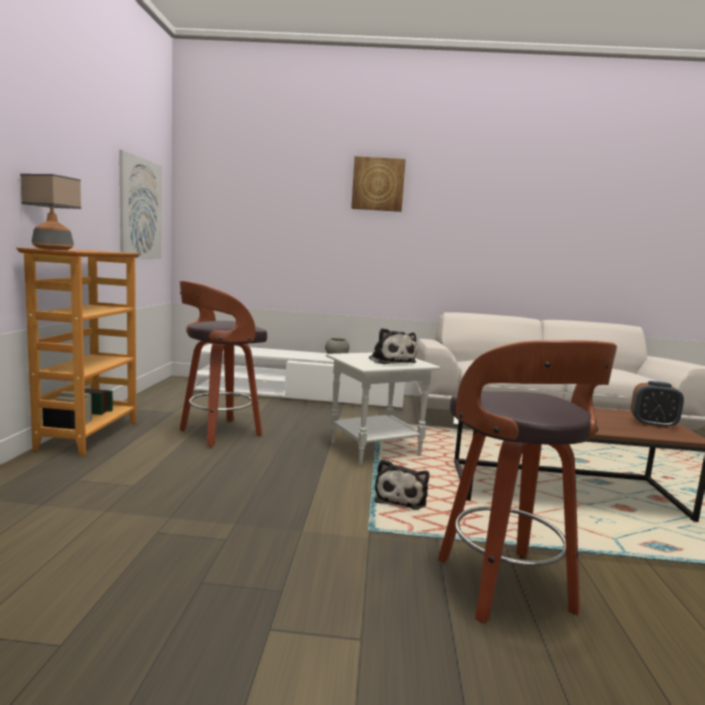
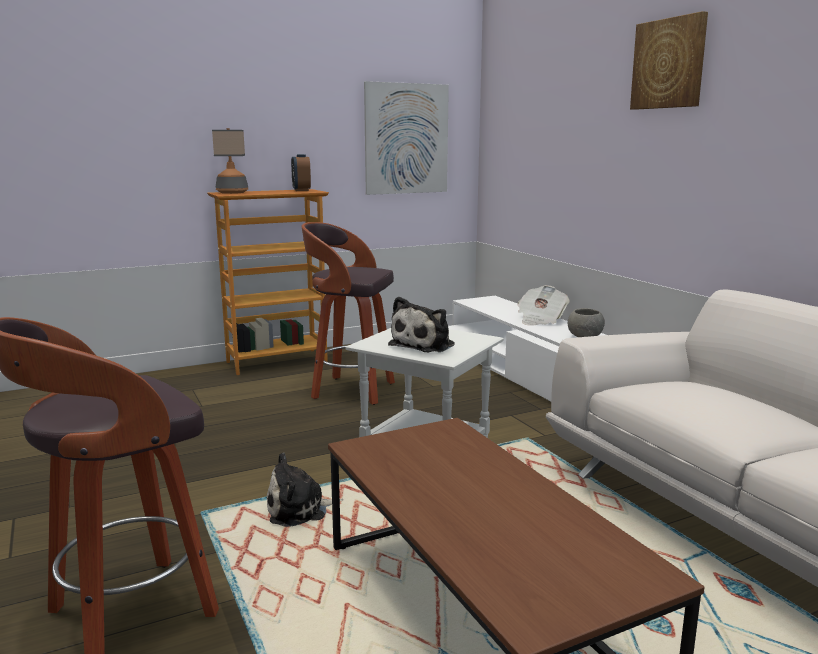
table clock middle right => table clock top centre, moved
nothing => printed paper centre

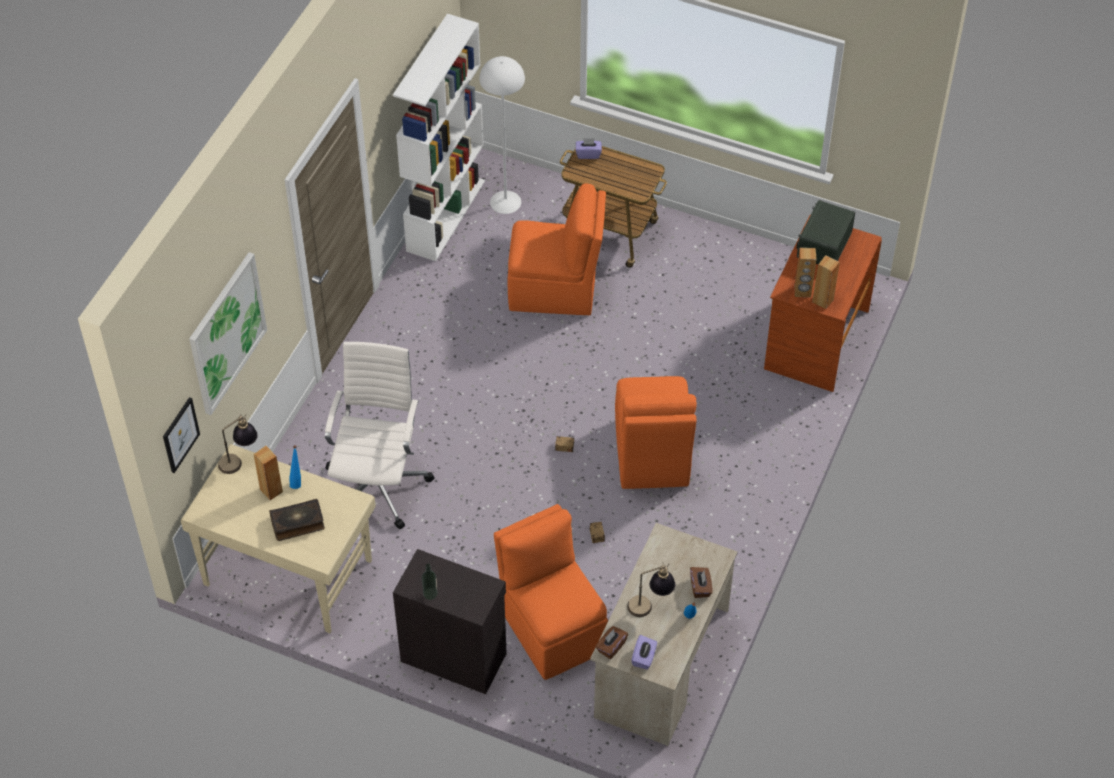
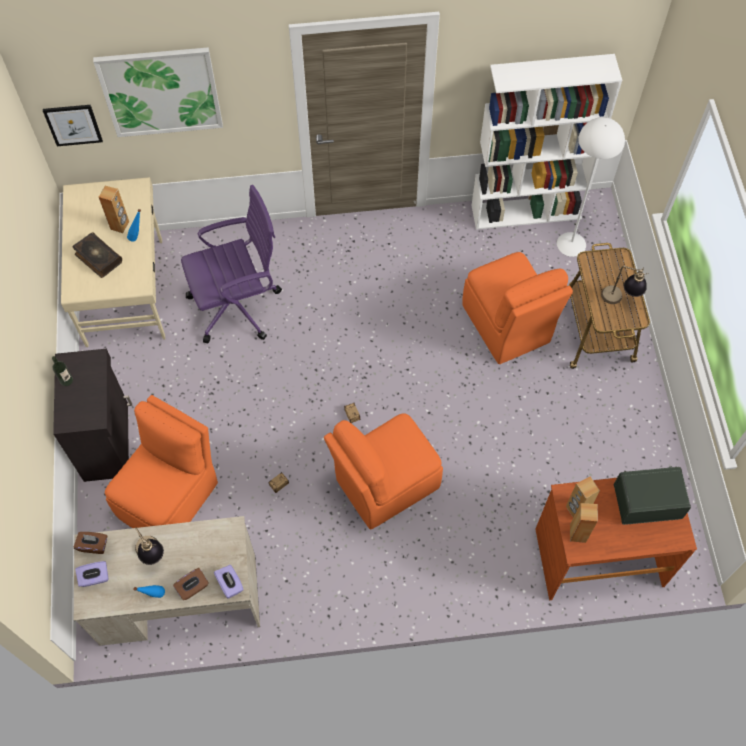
lamp for a table (1st from left in the first image) middle left => lamp for a table (2nd from left) middle right, moved
white-coloured desk chair centre => purple-coloured desk chair middle left
purple-coloured tissue box (1st from left in the first image) top centre => purple-coloured tissue box (2nd from left) bottom left, moved

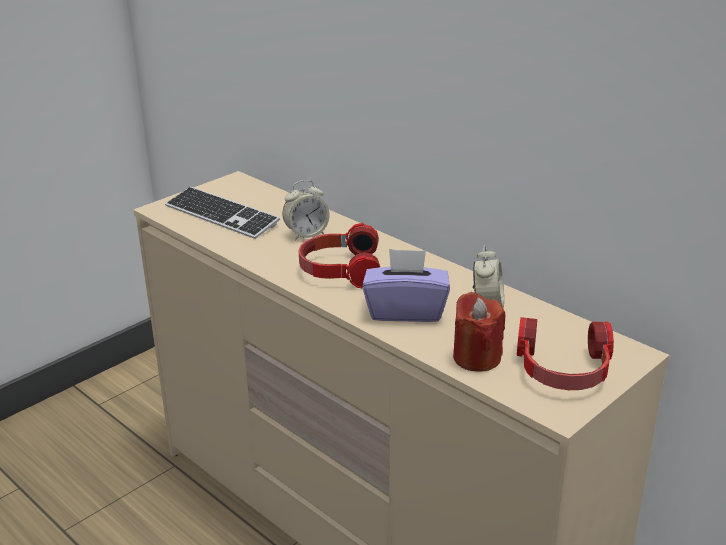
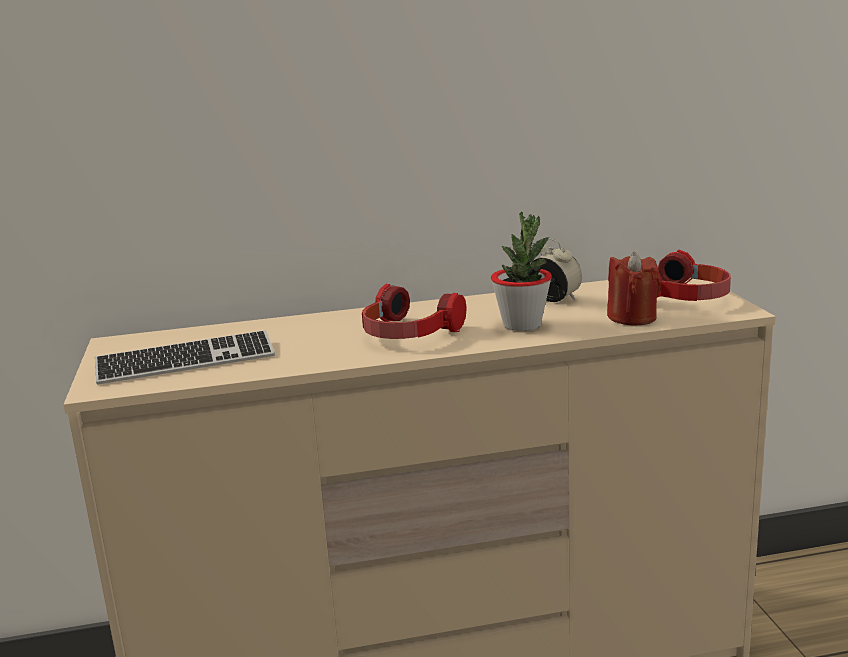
table clock (1st from left) centre => nothing
purple-coloured tissue box centre => potted plant centre

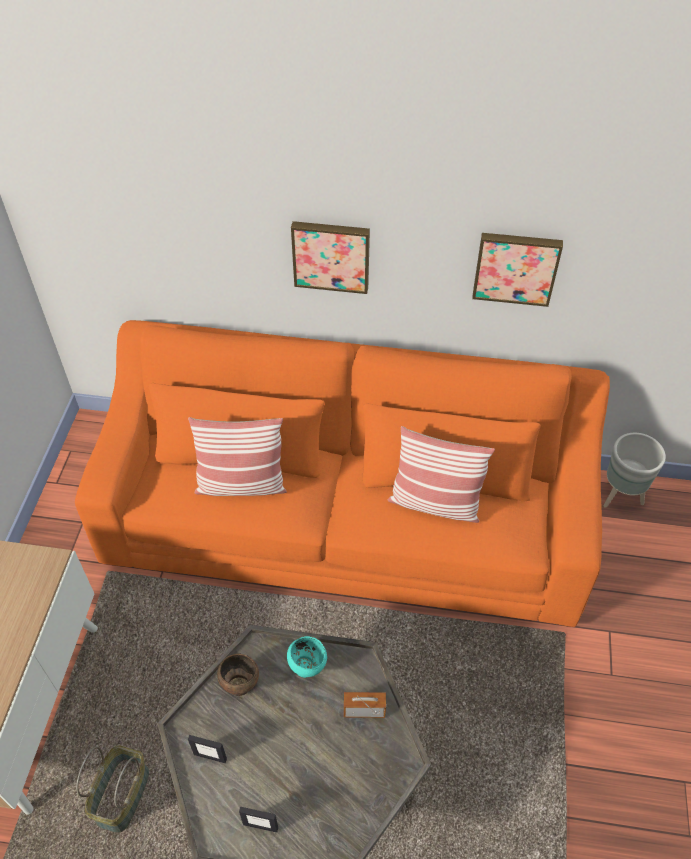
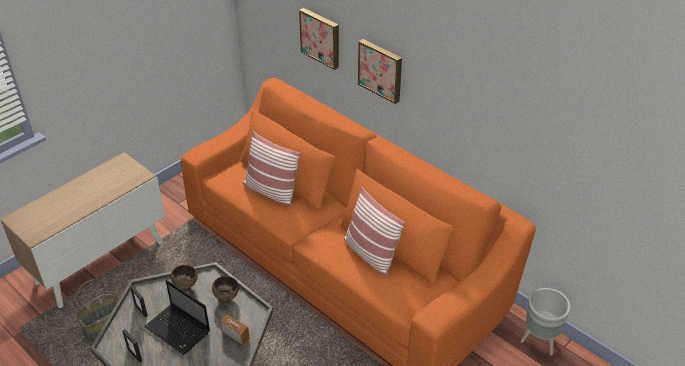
blue-green serving bowl bottom centre => brownish serving bowl (2nd from left) bottom left
wall art (2nd from left in the first image) top right => wall art (1st from left) top centre, moved
nothing => laptop bottom left

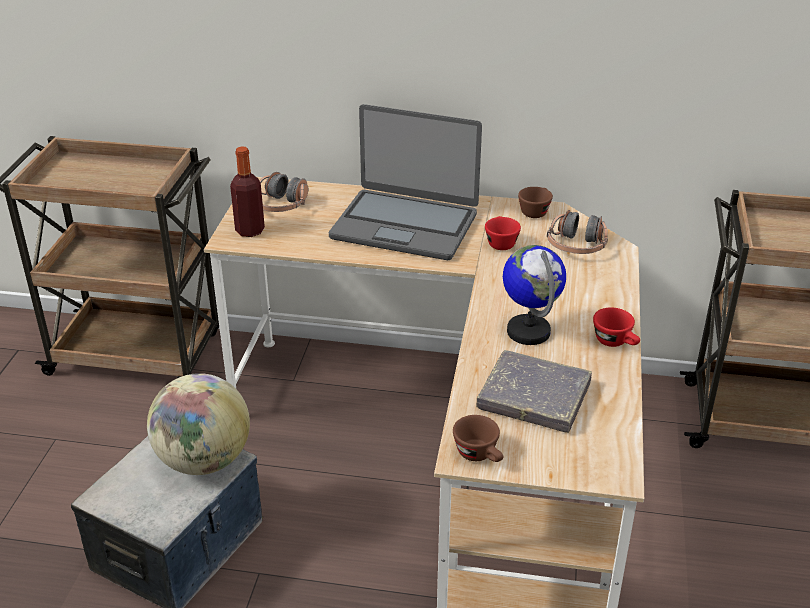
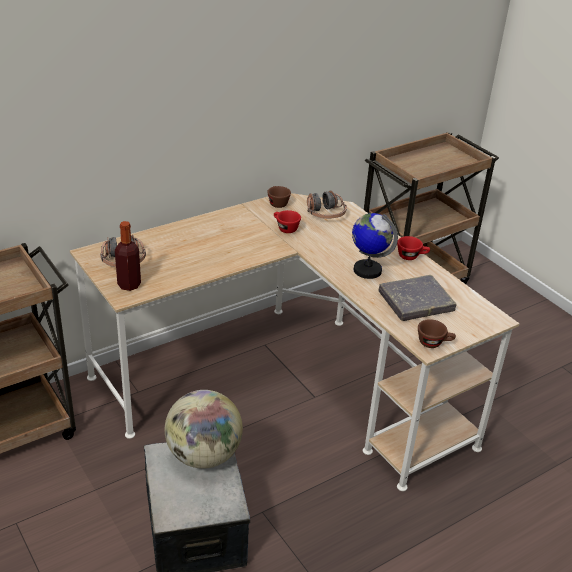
laptop top centre => nothing

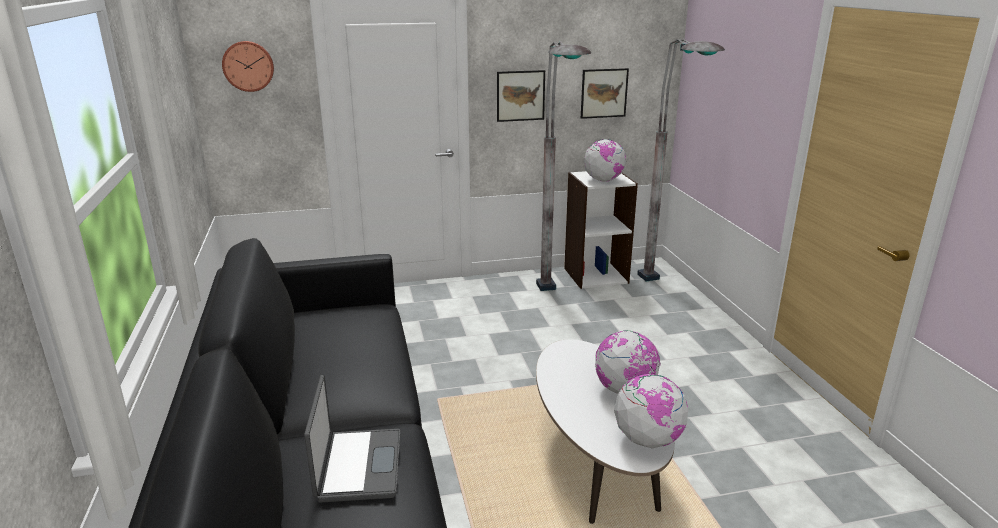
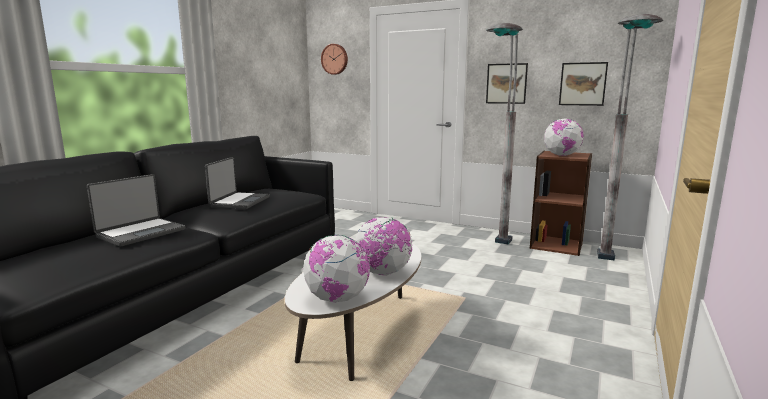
white-coloured shelving unit centre => brownish shelving unit middle right
nothing => laptop (2nd from left) middle left

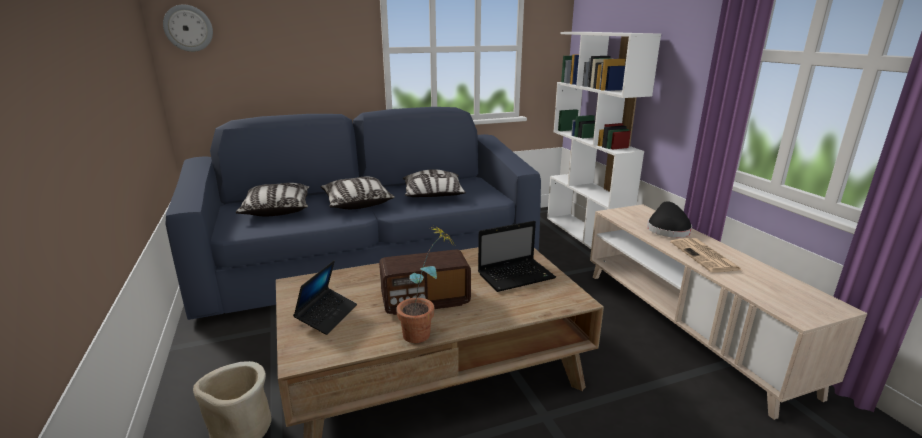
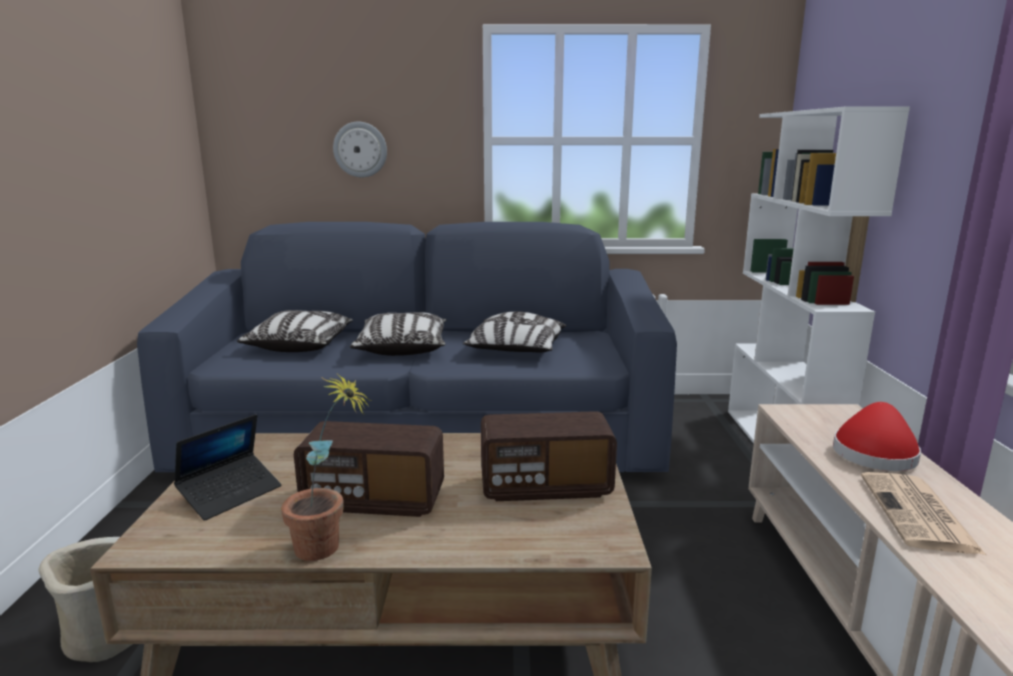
hanging clock top left => hanging clock top centre, moved
laptop (2nd from left) centre => radio receiver (2nd from left) bottom centre
blackish clothing hat middle right => reddish clothing hat middle right

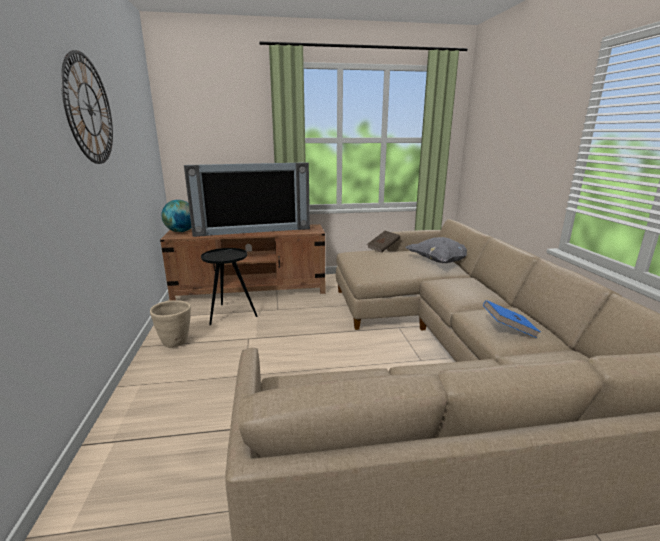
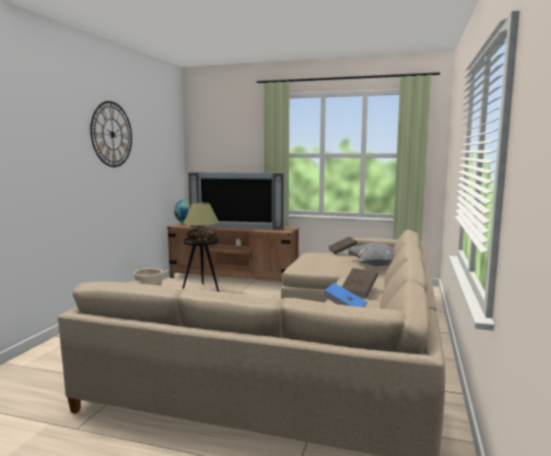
nothing => lamp for a table centre
nothing => brownish book (2nd from left) centre

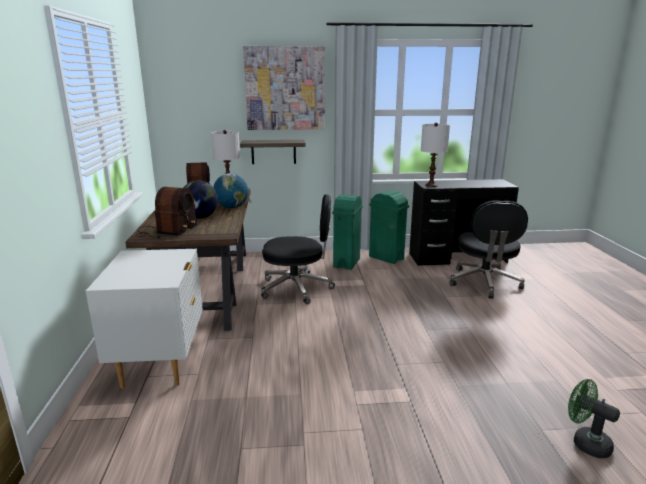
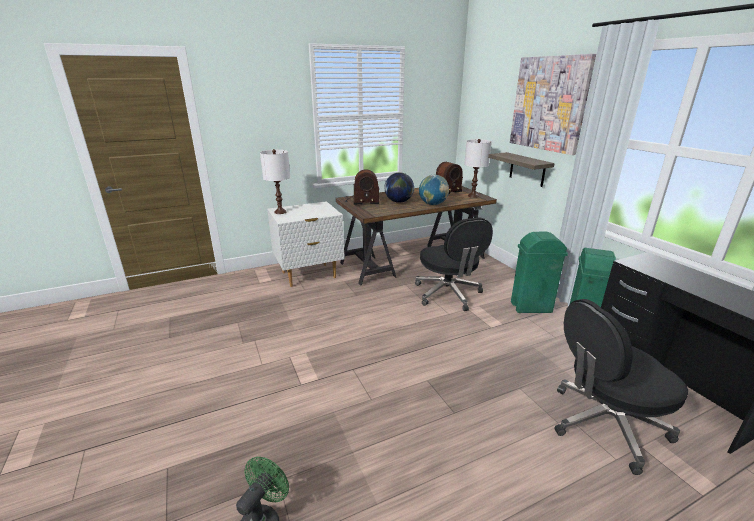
white-coloured lamp for a table (2nd from left in the first image) top right => white-coloured lamp for a table (1st from left) centre, moved

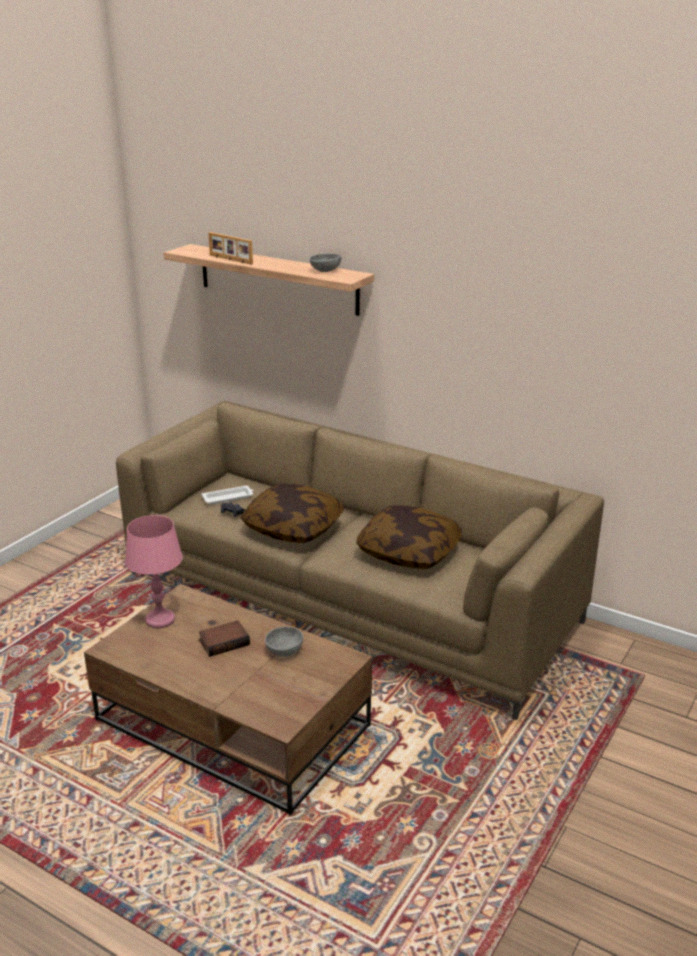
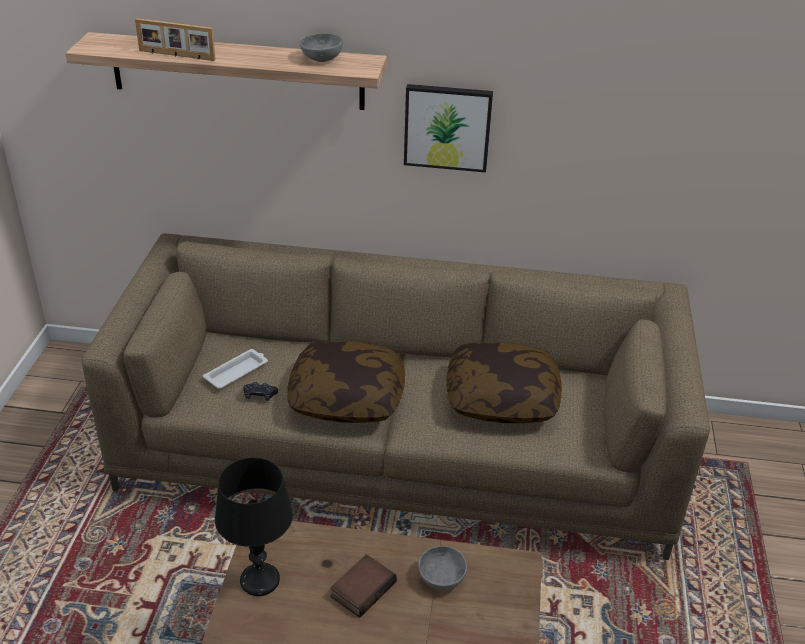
pinkish lamp for a table middle left => blackish lamp for a table bottom left
nothing => wall art top centre

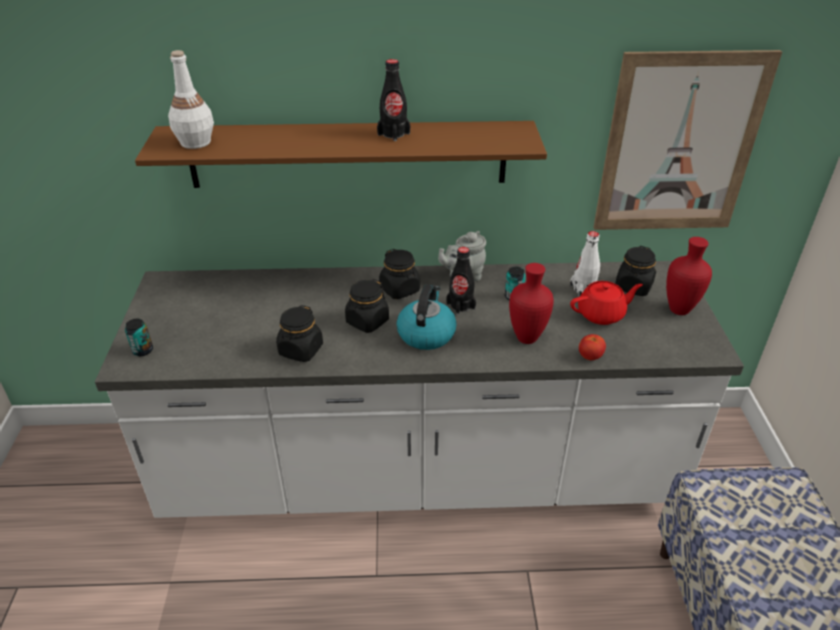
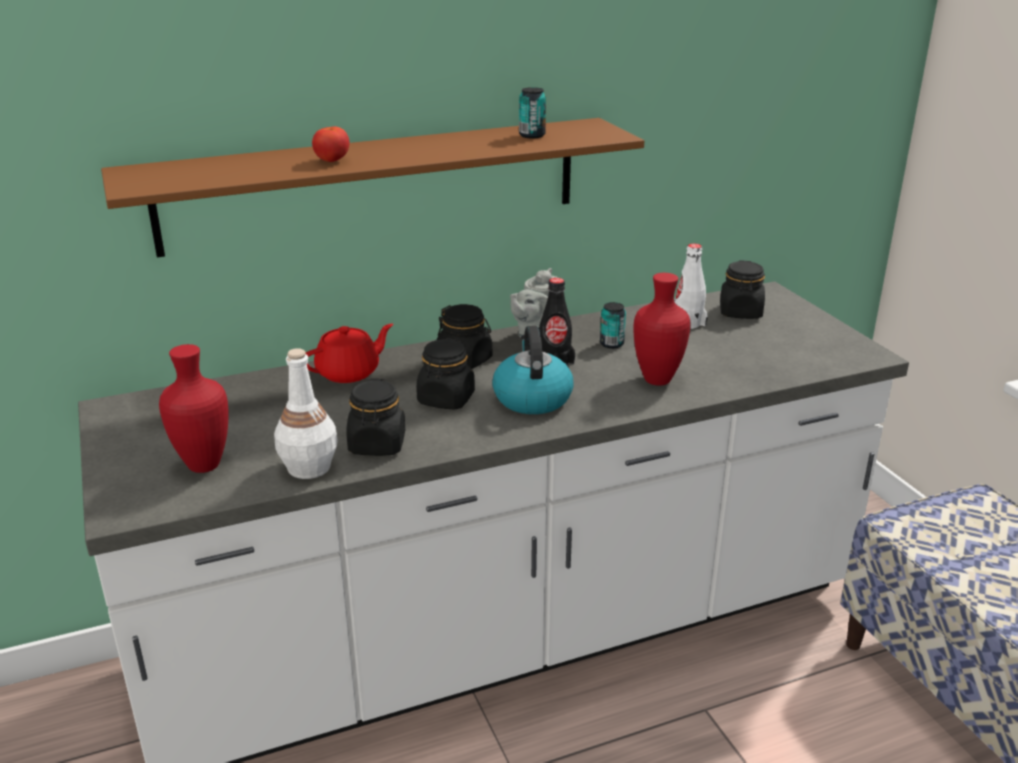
metal can (1st from left) middle left => metal can (1st from left) top centre, moved
white-coloured drink bottle (1st from left) top left => white-coloured drink bottle (1st from left) middle left, moved
blackish drink bottle (1st from left) top centre => nothing
reddish teapot middle right => reddish teapot centre, moved
tomato middle right => tomato top left, moved
wall art top right => nothing
reddish vase (2nd from left in the first image) middle right => reddish vase (1st from left) middle left, moved

